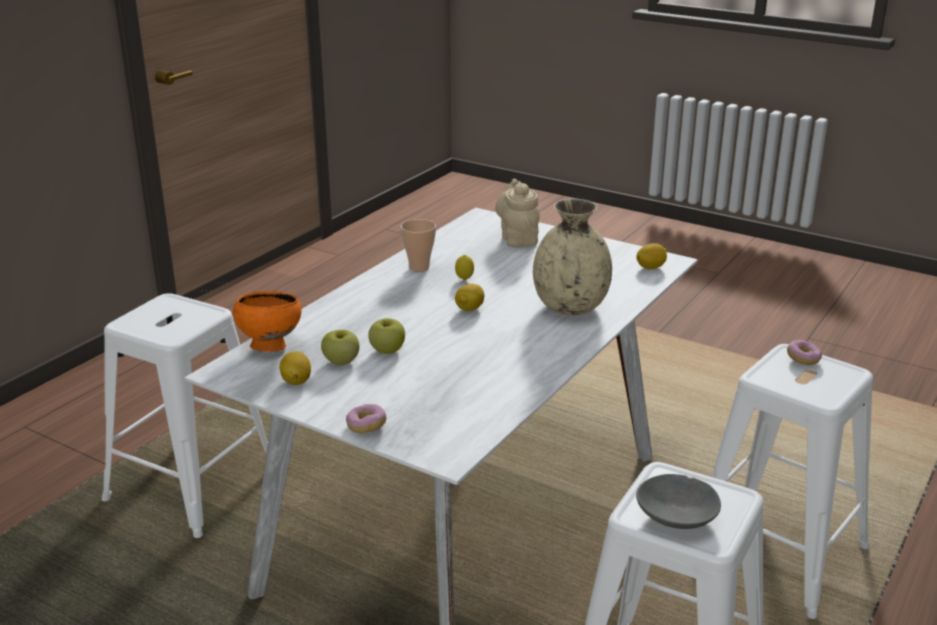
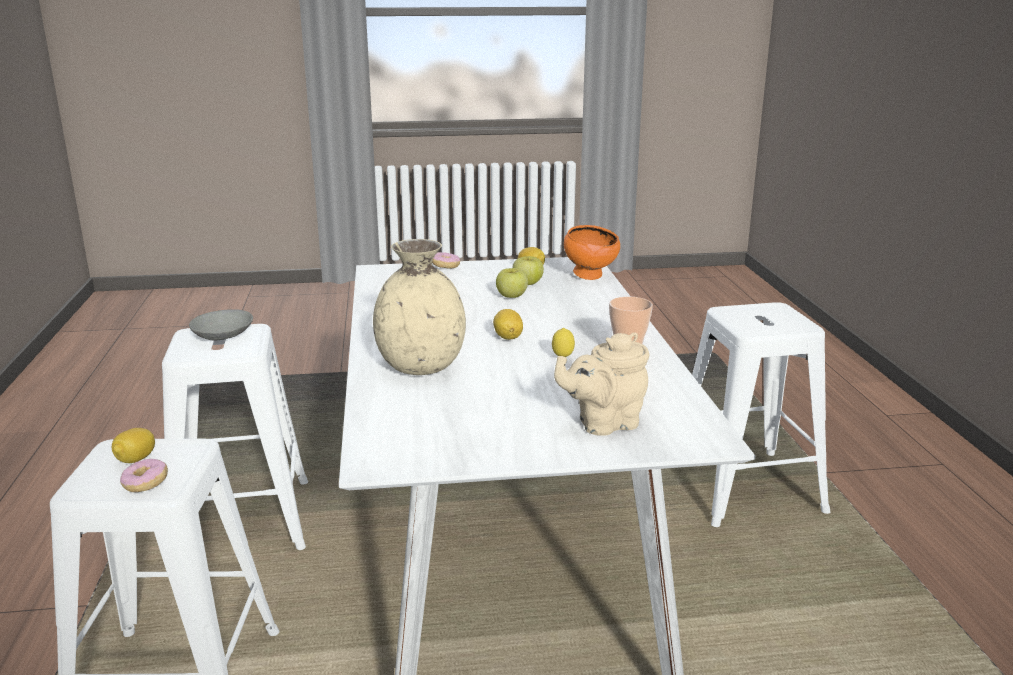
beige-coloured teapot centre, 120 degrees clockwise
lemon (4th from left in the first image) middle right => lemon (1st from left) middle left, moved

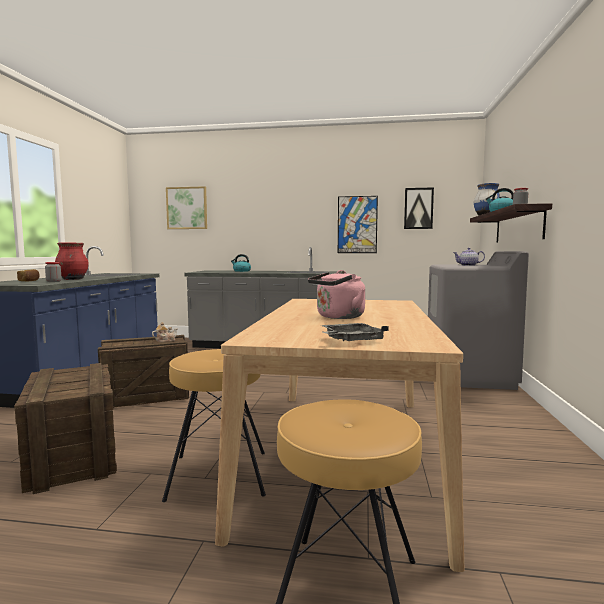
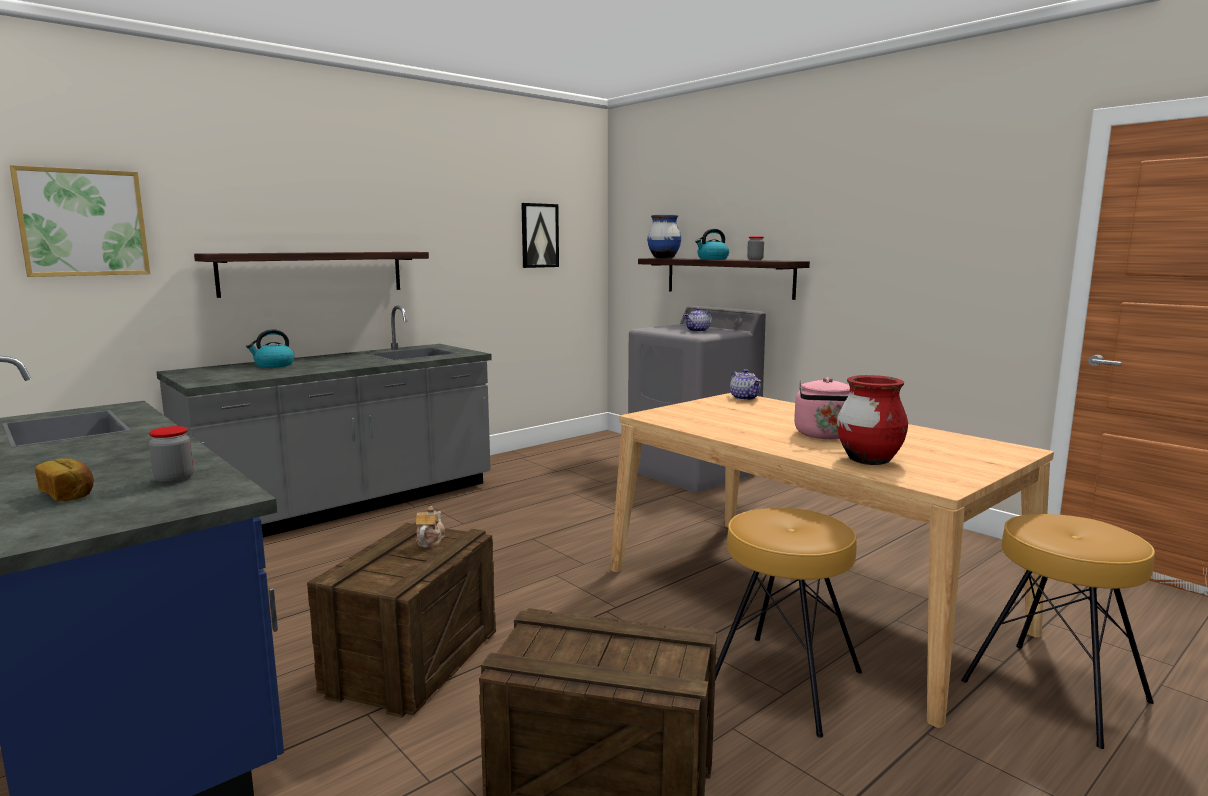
reddish vase middle left => reddish vase middle right, moved
grey tray centre => nothing
wall art (2nd from left) centre => nothing
nothing => bracket shelf (1st from left) middle left
nothing => teapot (3rd from left) centre

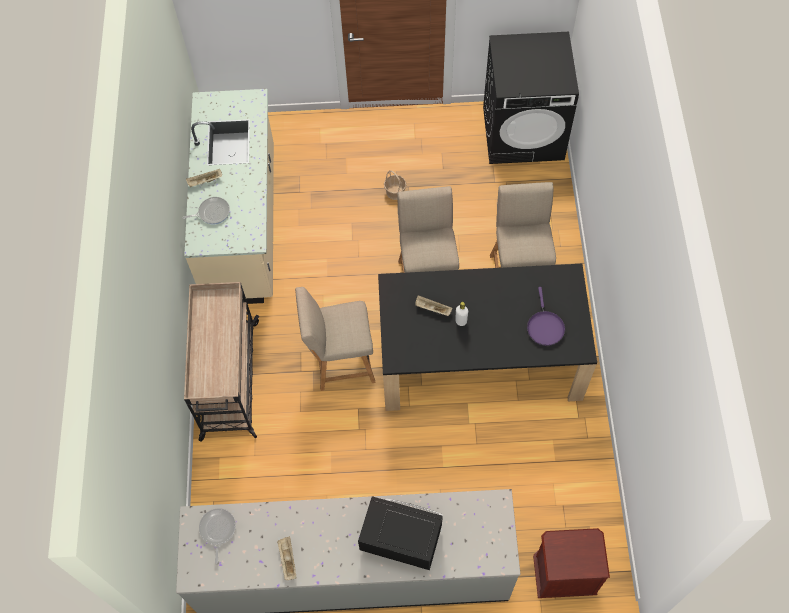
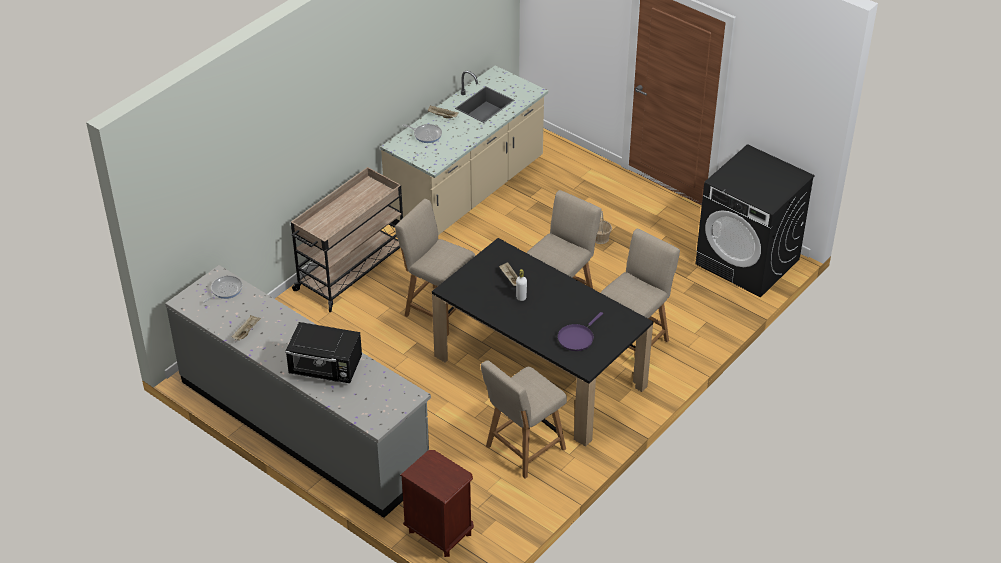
blackish kitchen microwave bottom centre => blackish kitchen microwave middle left, 135 degrees clockwise
nothing => beige-coloured chair (2nd from left) bottom centre

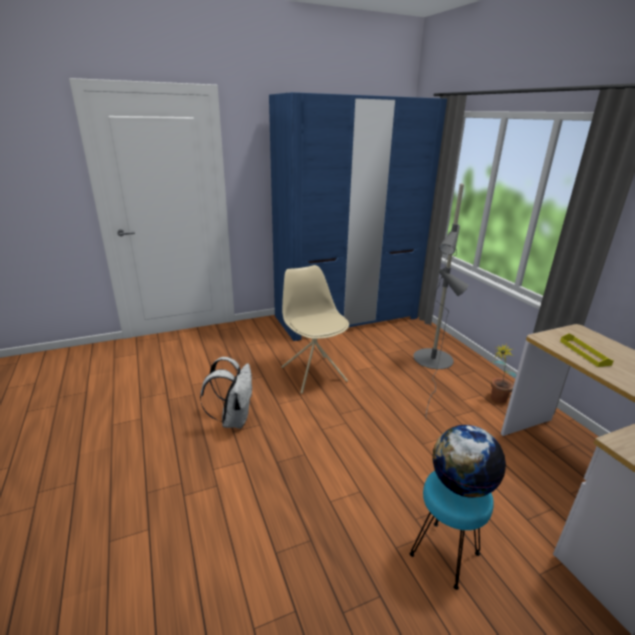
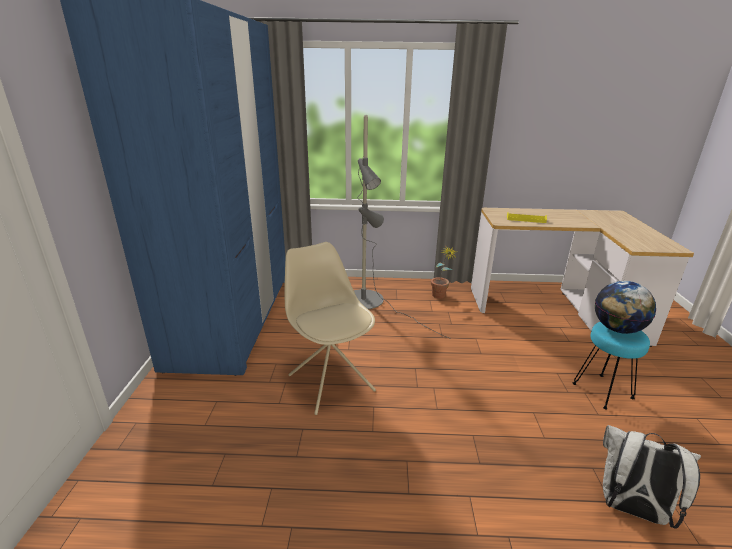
white-coloured backpack centre => white-coloured backpack bottom right, moved
beige-coloured chair centre, 60 degrees clockwise

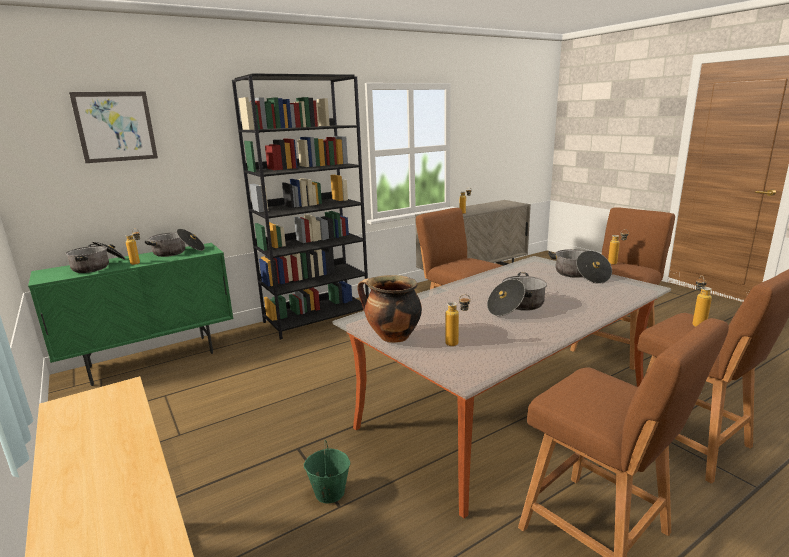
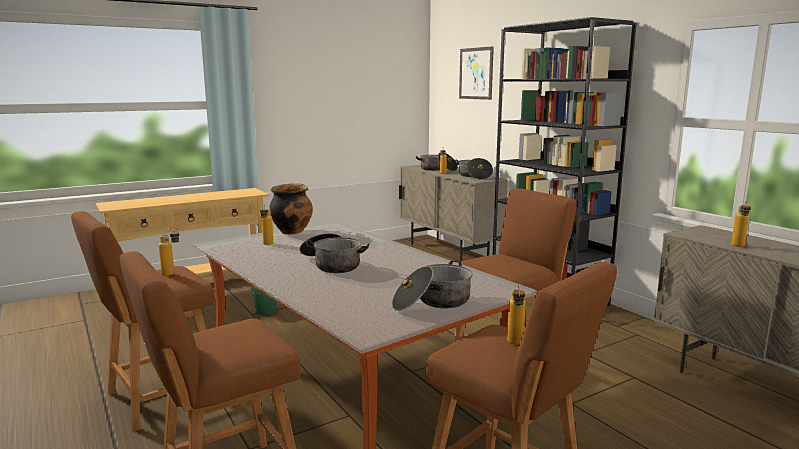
green-coloured storage cabinet middle left => beige-coloured storage cabinet (1st from left) centre
drink bottle (5th from left in the first image) middle right => drink bottle (1st from left) middle left, moved

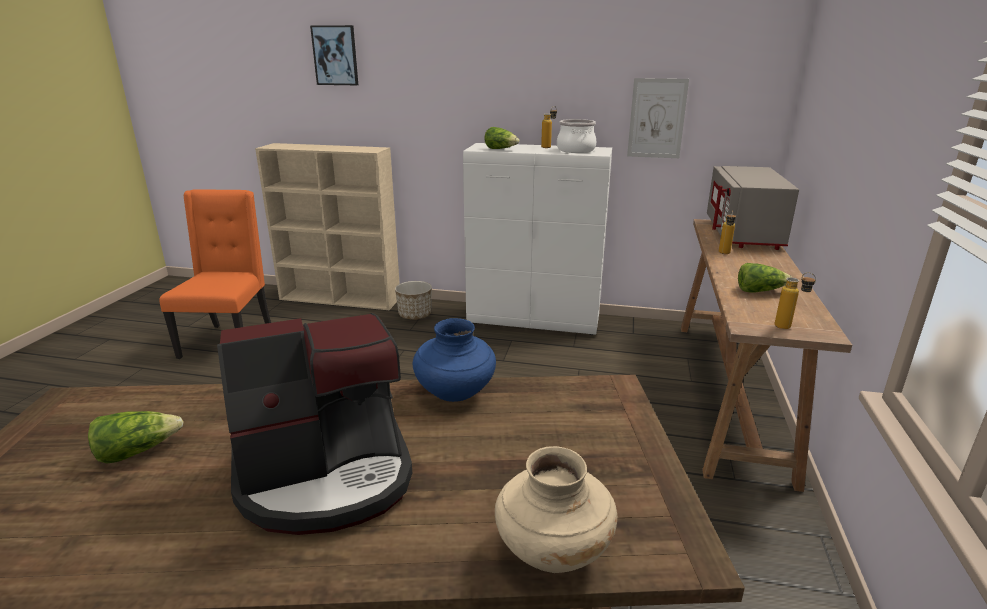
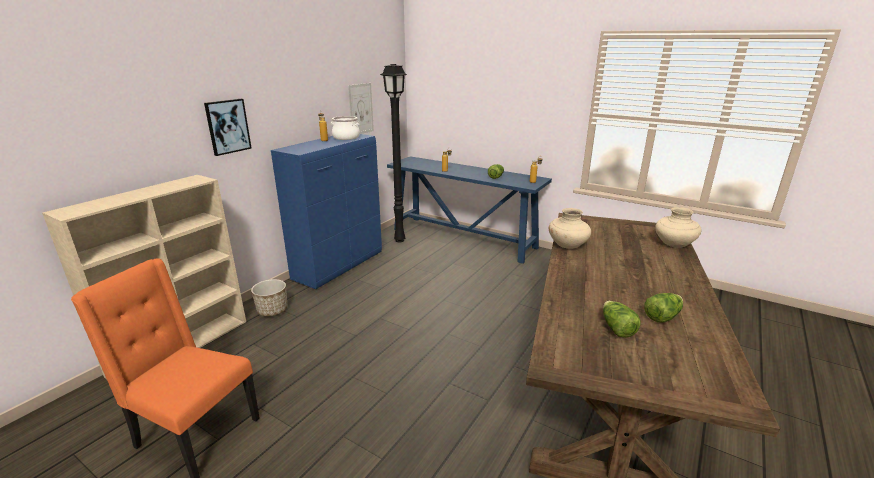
coffee maker bottom left => nothing
wall art (1st from left) top centre => wall art (1st from left) top left, moved
blue-coloured vase centre => beige-coloured vase (1st from left) centre
white-coloured storage cabinet centre => blue-coloured storage cabinet centre
head of lettuce (2nd from left in the first image) top centre => head of lettuce (3rd from left) middle right, moved
brownish console table middle right => blue-coloured console table centre
grey kitchen microwave middle right => nothing
nothing => blackish standard lamp top centre

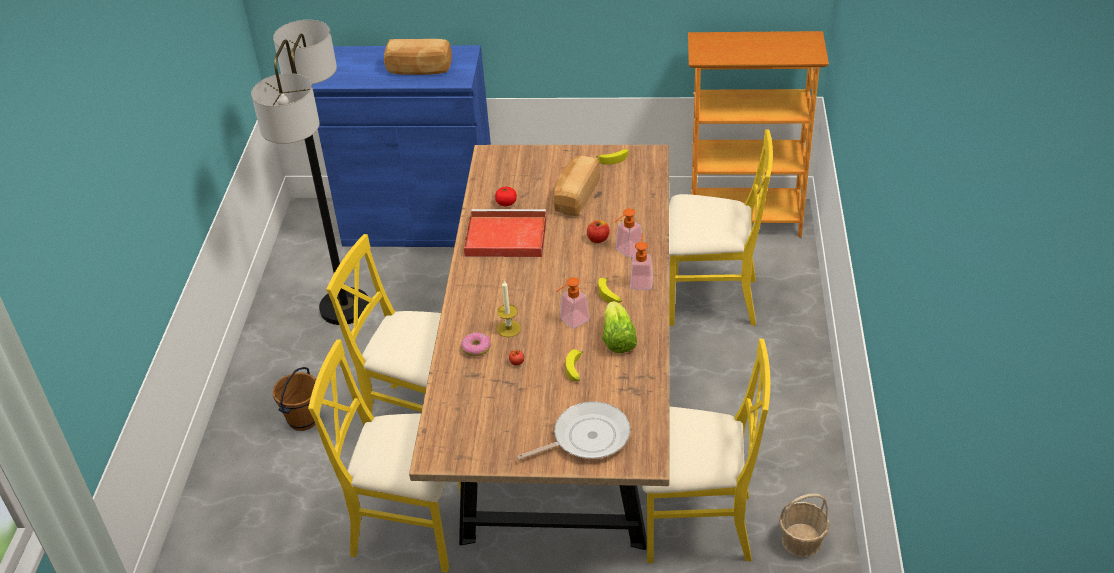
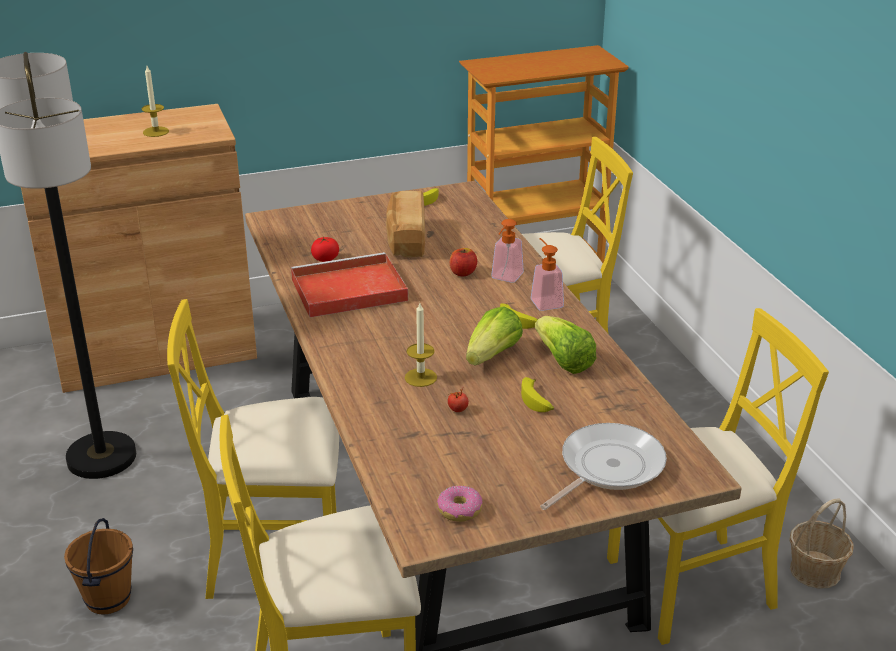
blue-coloured storage cabinet top centre => brownish storage cabinet middle left
bakery bread (1st from left) top centre => wax candle (1st from left) top left
donut centre => donut bottom centre, moved
soap bottle (1st from left) centre => head of lettuce (1st from left) centre

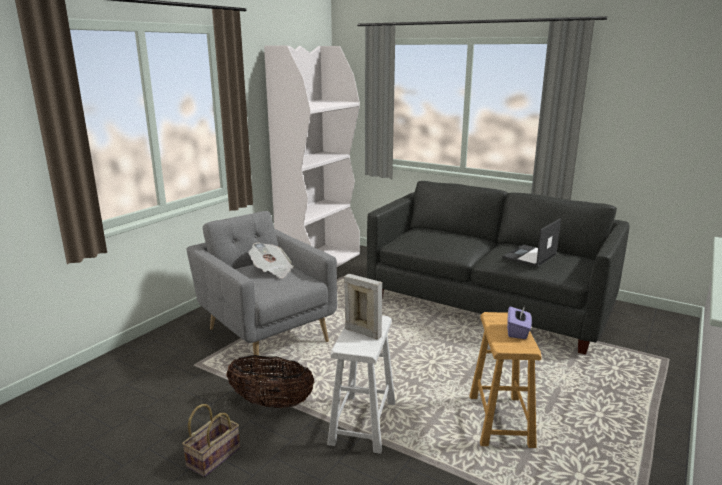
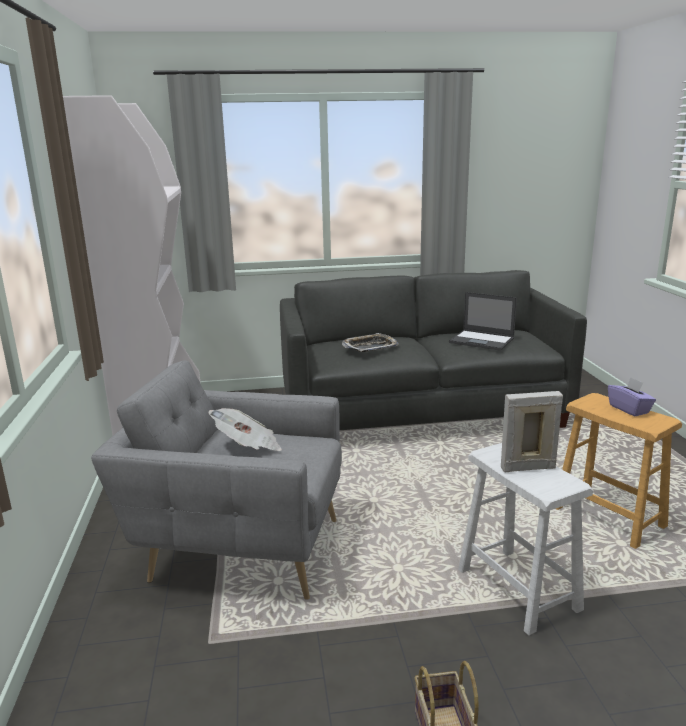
storage basket (2nd from left) bottom centre => nothing
laptop middle right, 60 degrees counterclockwise
nothing => tray centre

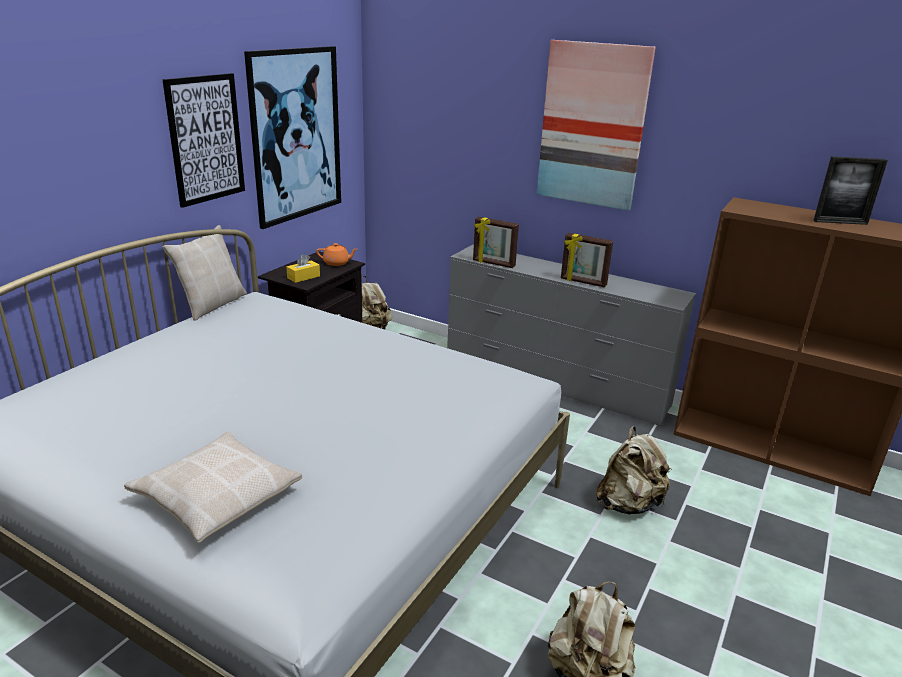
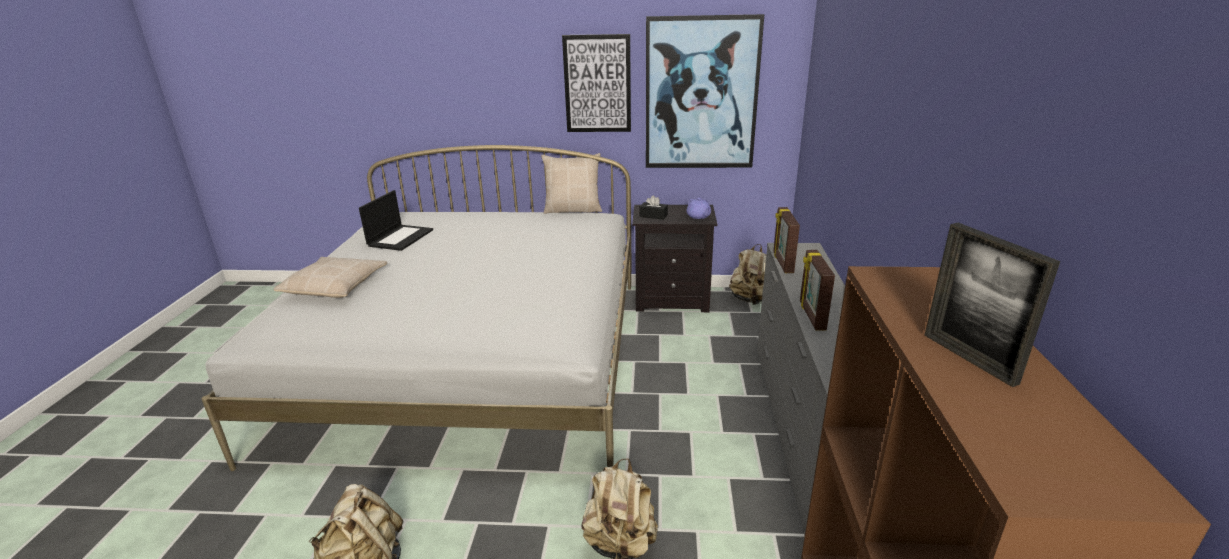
yellow tissue box centre => blackish tissue box centre
orange-coloured teapot centre => purple-coloured teapot centre
wall art (3rd from left) top centre => nothing
nothing => laptop middle left

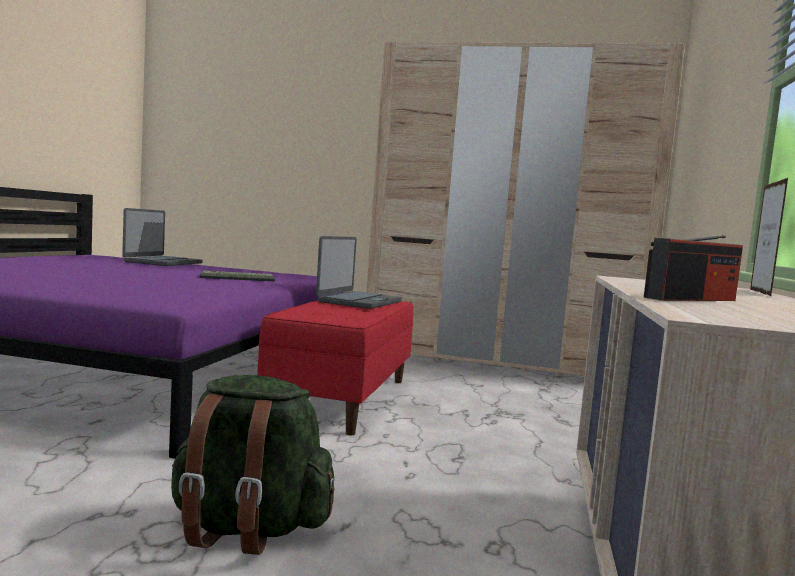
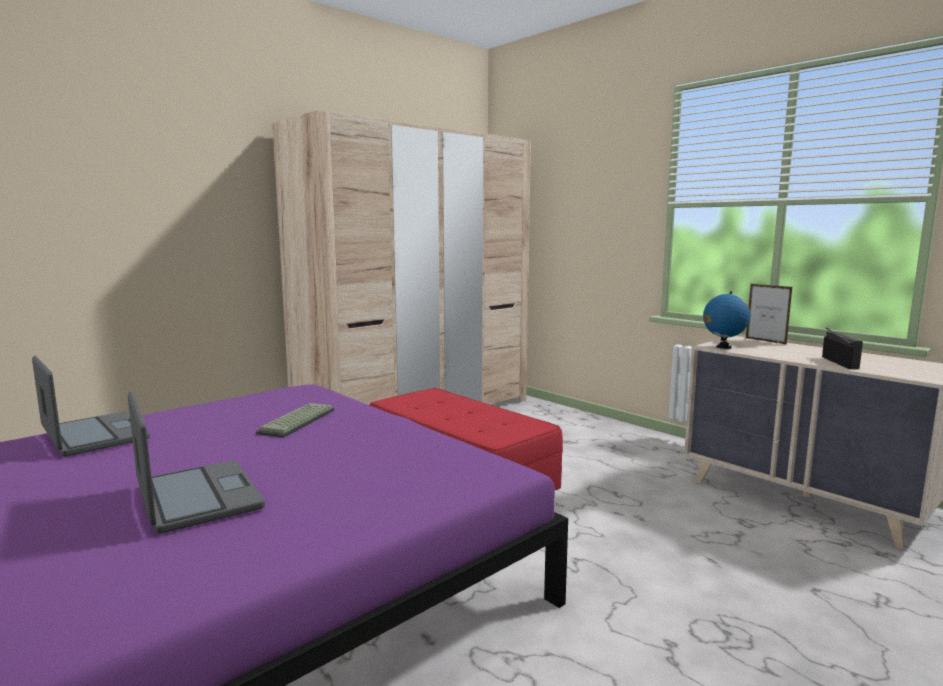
green-coloured backpack bottom left => nothing
laptop (2nd from left) centre => laptop (2nd from left) bottom left, moved
nothing => globe middle right

